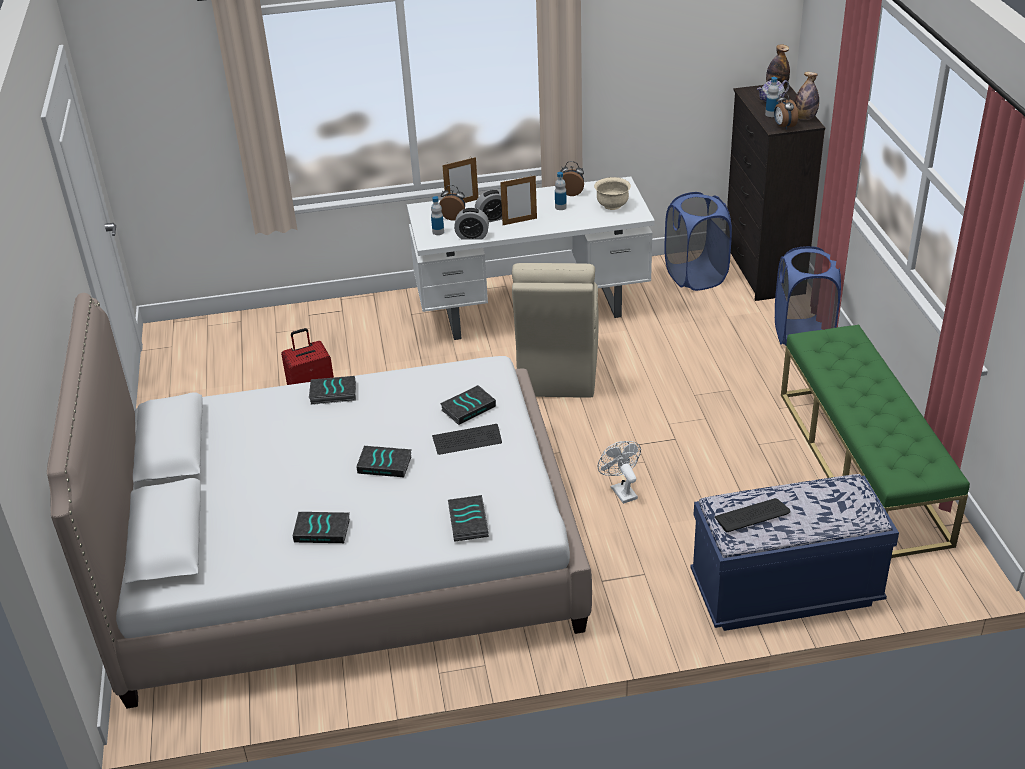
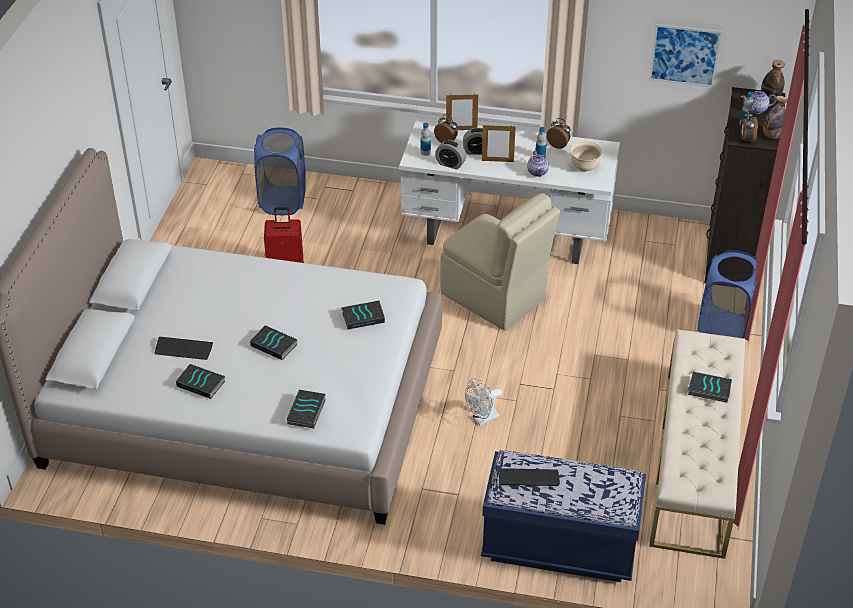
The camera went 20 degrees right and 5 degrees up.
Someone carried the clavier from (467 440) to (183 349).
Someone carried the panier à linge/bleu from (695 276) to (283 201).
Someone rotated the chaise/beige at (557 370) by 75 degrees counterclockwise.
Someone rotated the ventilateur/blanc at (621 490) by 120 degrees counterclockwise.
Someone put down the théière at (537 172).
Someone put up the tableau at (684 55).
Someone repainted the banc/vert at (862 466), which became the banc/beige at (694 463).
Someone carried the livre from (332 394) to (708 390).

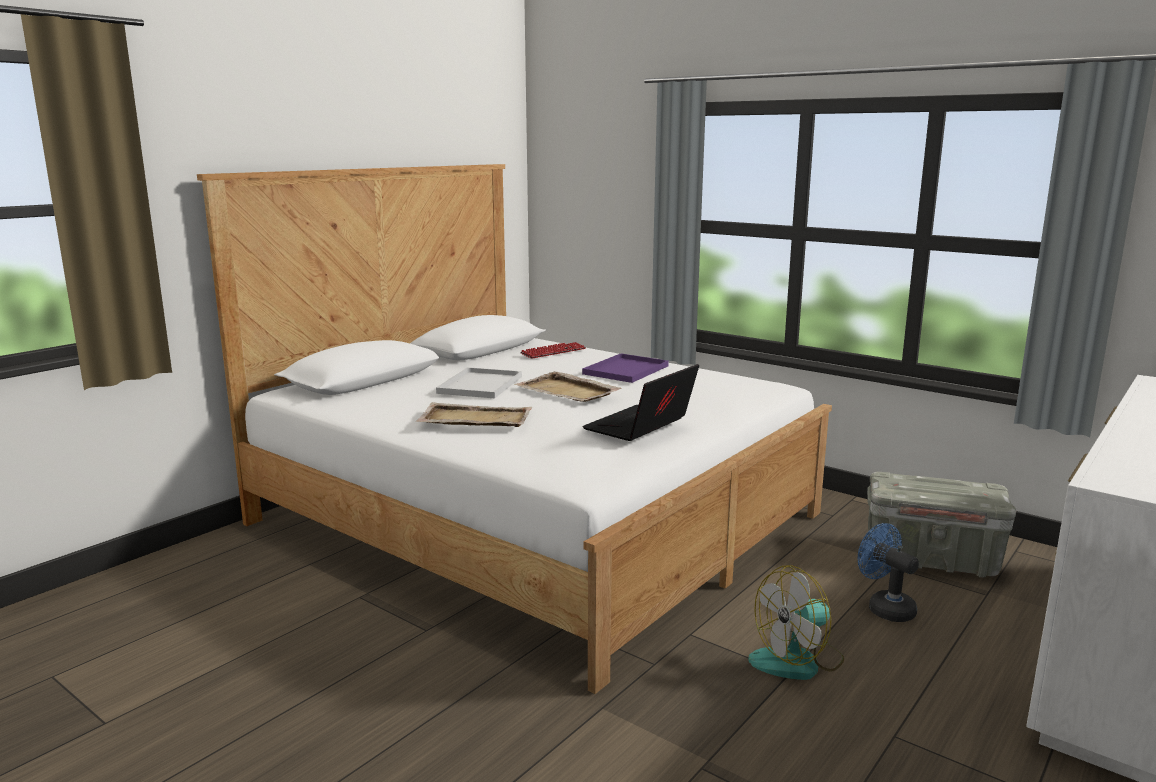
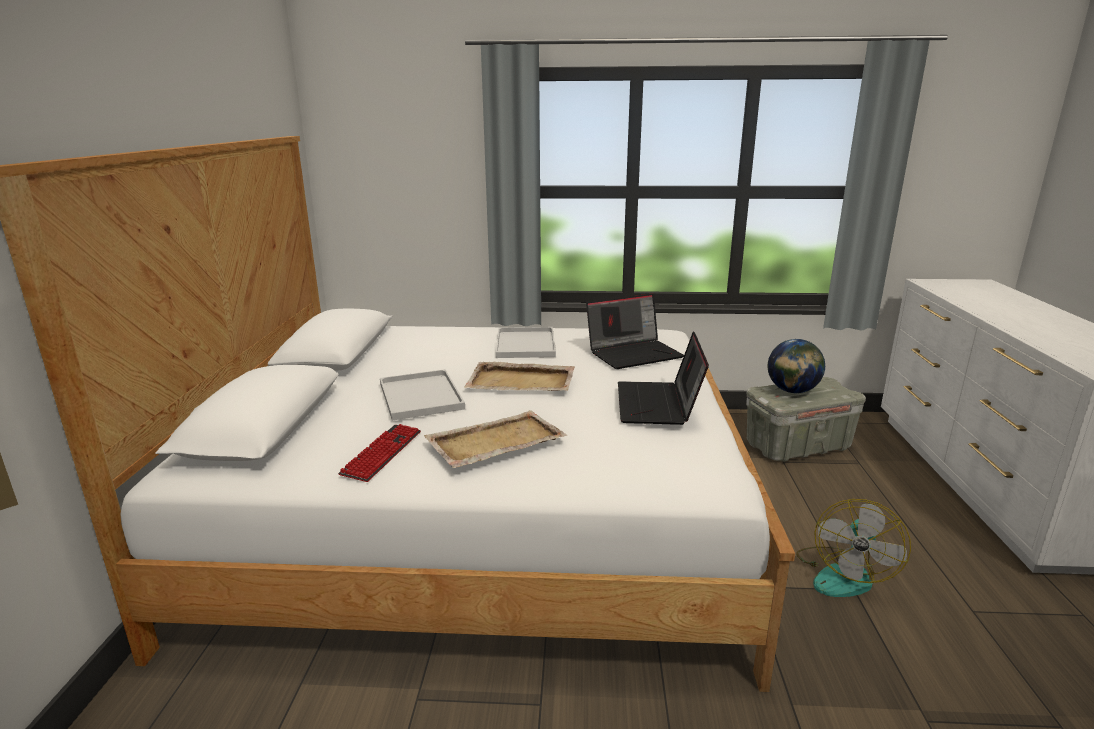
The camera went 35 degrees left and 5 degrees up.
Someone carried the clavier from (553 352) to (382 453).
Someone repainted the plateau/violet at (626 370), which became the plateau/blanc at (526 344).
Someone put down the ordinateur portable at (634 353).
Someone put down the globe at (792 391).
Someone took away the ventilateur/bleu at (885 607).

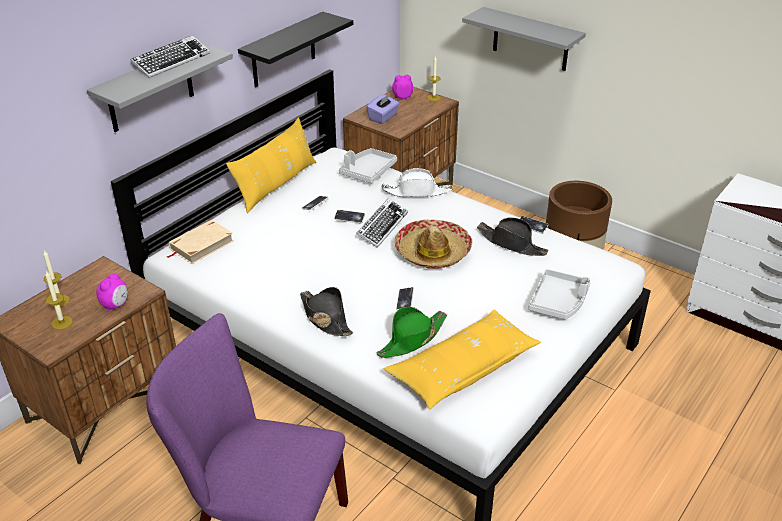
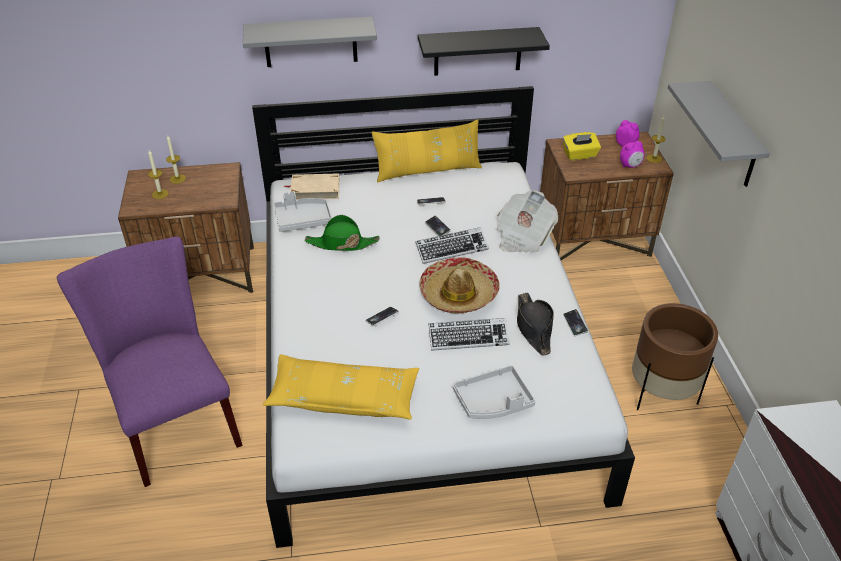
The camera went 45 degrees right and 5 degrees up.
Someone carried the plateau/gris from (368 172) to (303 220).
Someone carried the chapeau/vert from (412 339) to (342 243).
Someone carried the clavier from (171 61) to (468 337).
Someone swapped the chapeau/blanc at (417 192) for the journal at (523 236).
Someone repainted the boîte à mouchoirs/violet at (383 117), which became the boîte à mouchoirs/jaune at (580 155).
Someone carried the réveil from (116 305) to (630 166).
Someone took away the chapeau/noir at (325 318).

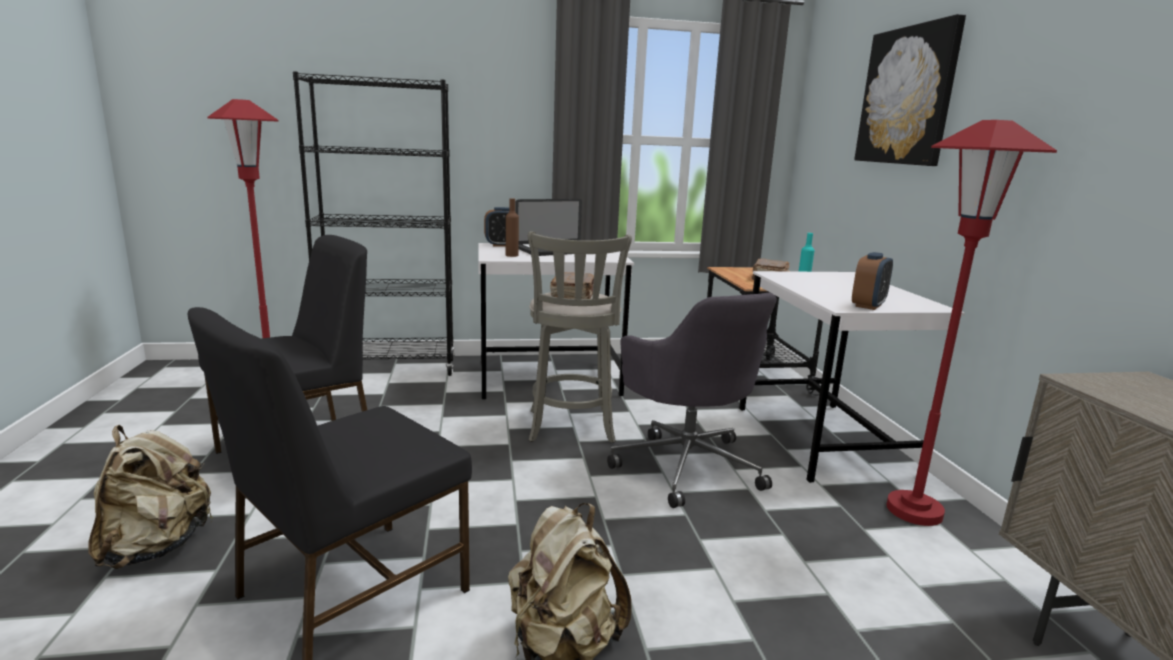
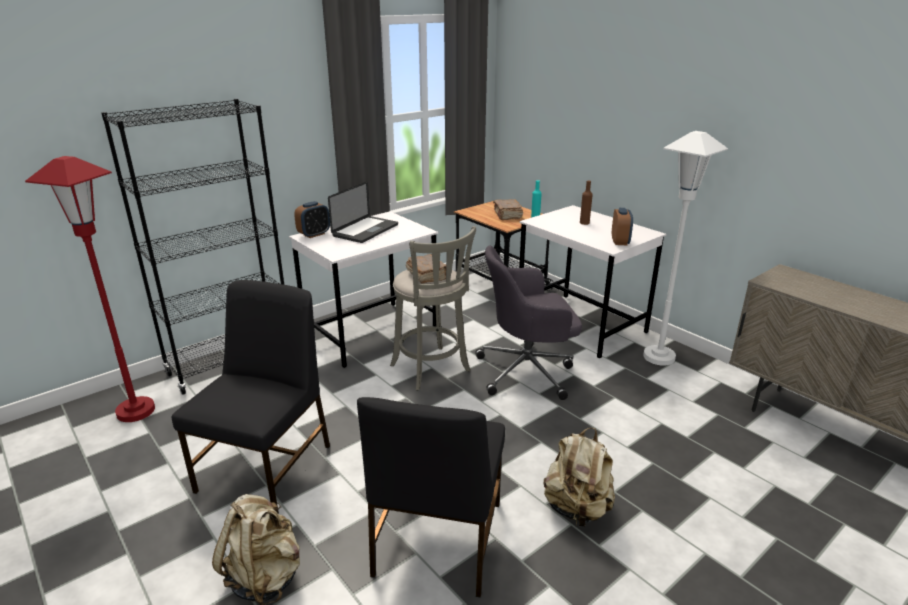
The camera went 30 degrees left and 10 degrees up.
Someone rotated the chaise de bureau/gris at (686 465) by 135 degrees clockwise.
Someone carried the bouteille/marron from (512 255) to (584 223).
Someone repainted the lampadaire/rouge at (914 511), which became the lampadaire/blanc at (659 357).
Someone took away the tableau at (907 96).

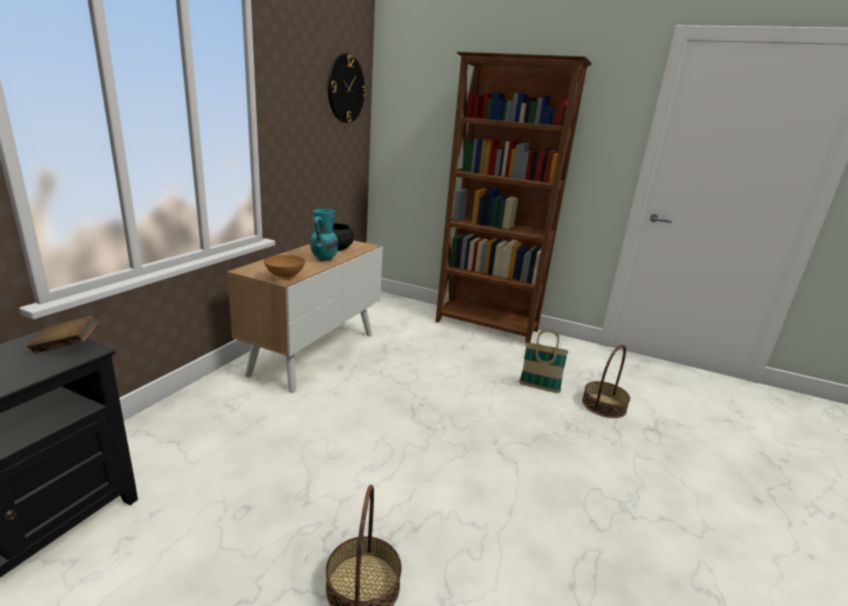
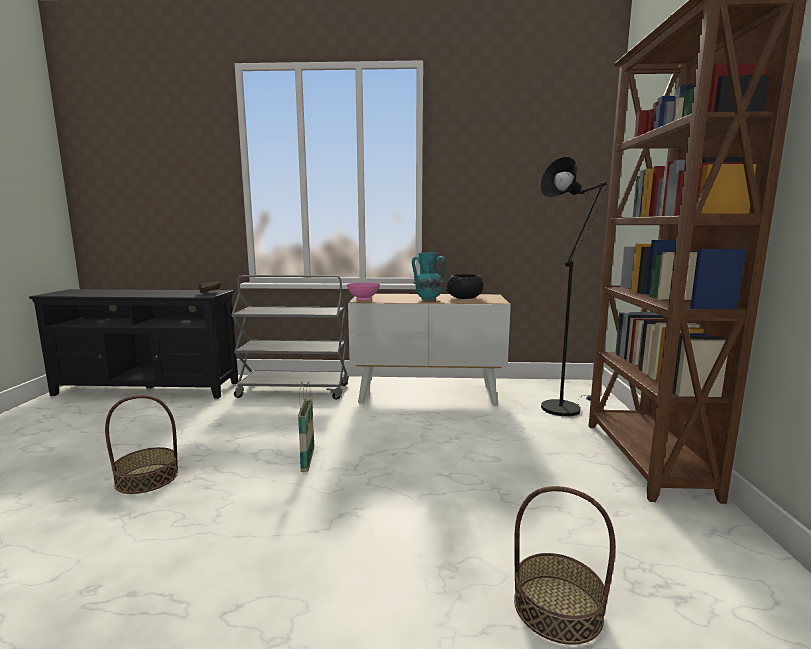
The camera went 70 degrees right and 10 degrees down.
Someone put down the chariot/gris at (295 391).
Someone carried the panier from (539 387) to (308 460).
Someone repainted the bol/marron at (285 278), which became the bol/rose at (364 300).
Someone put down the lampadaire/noir at (564 406).
Someone took away the horloge murale at (345 89).

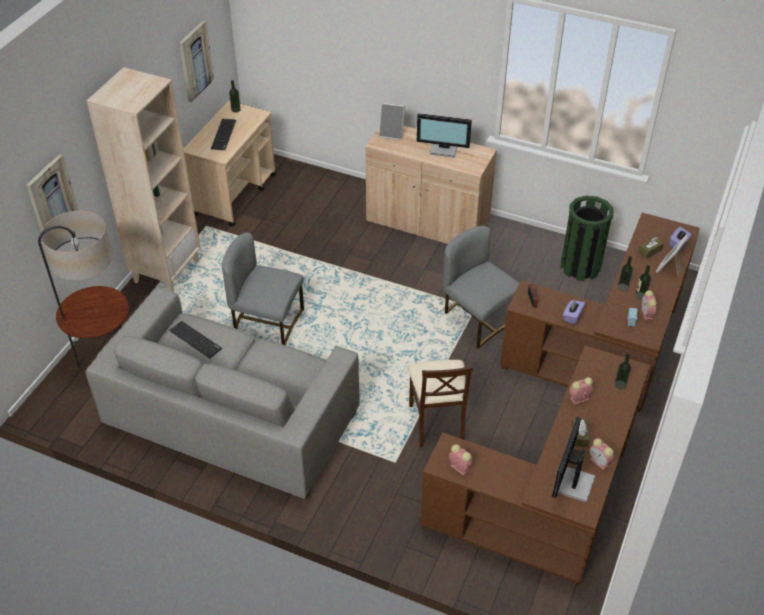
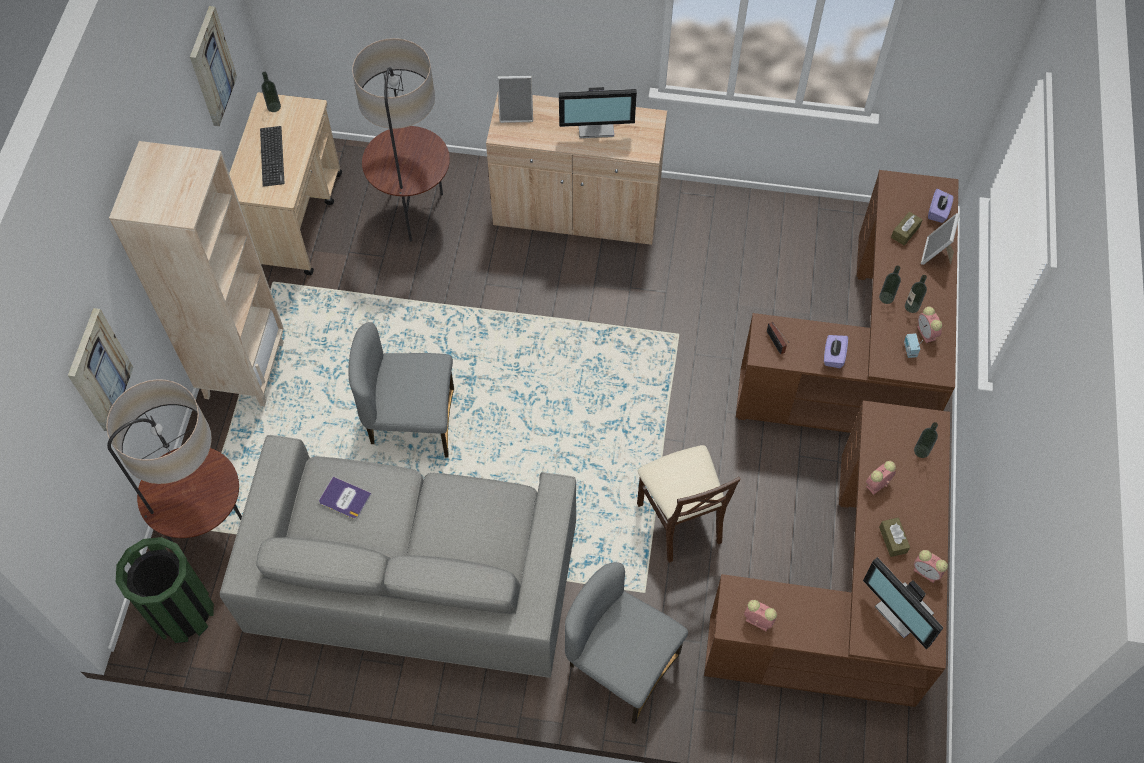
The camera went 15 degrees left and 15 degrees up.
Someone carried the poubelle/vert from (580 267) to (182 613).
Someone swapped the clavier at (195 340) for the livre at (344 498).
Someone put down the lampadaire at (414 213).
Someone carried the chaise/gris from (477 319) to (621 664).
Someone rotated the écran d'ordinateur at (572 484) by 45 degrees counterclockwise.

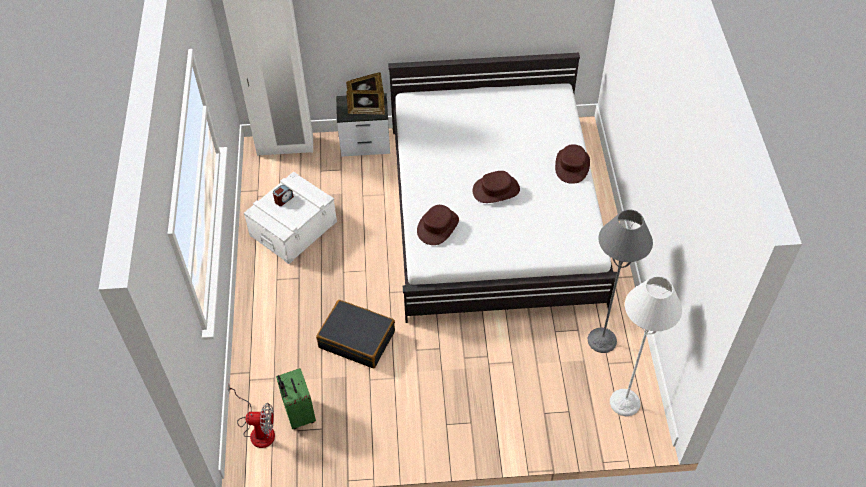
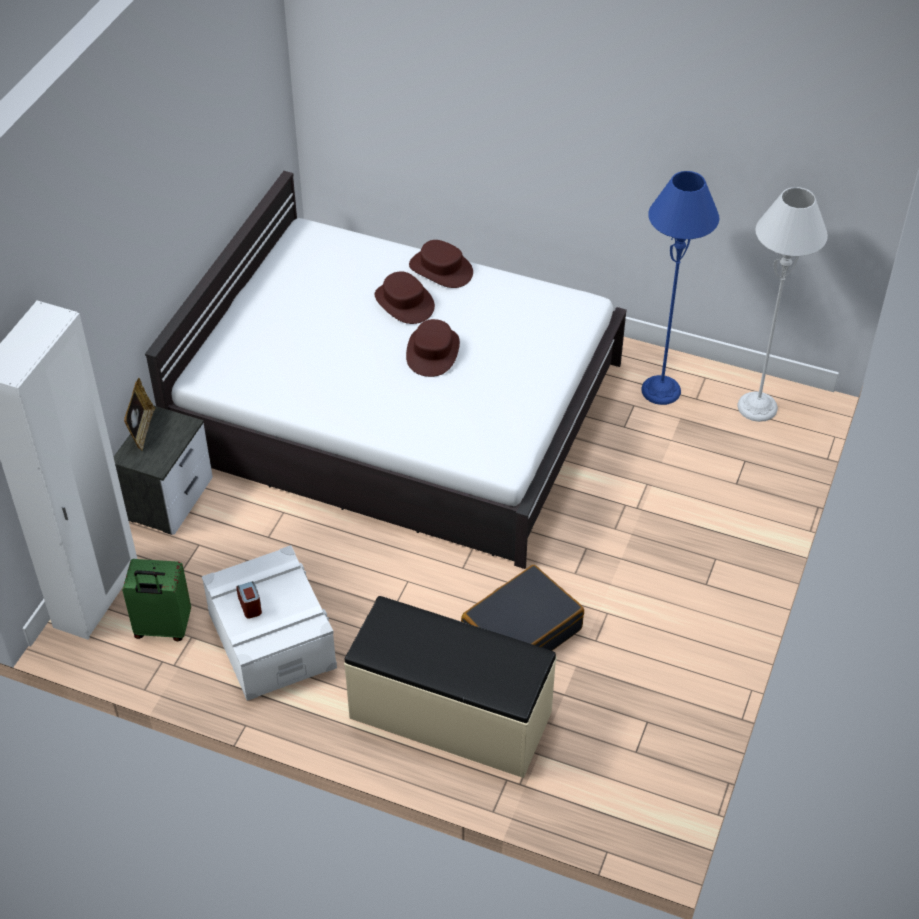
The camera went 65 degrees left and 5 degrees down.
Someone carried the valise/vert from (298 414) to (162 628).
Someone put down the banc/beige at (450 716).
Someone carried the chapeau/marron from (437 226) to (404 302).
Someone repainted the lampadaire/gris at (602 340), which became the lampadaire/bleu at (660 390).
Someone took away the ventilateur at (257 429).
Someone took away the cadre photo at (366 111).

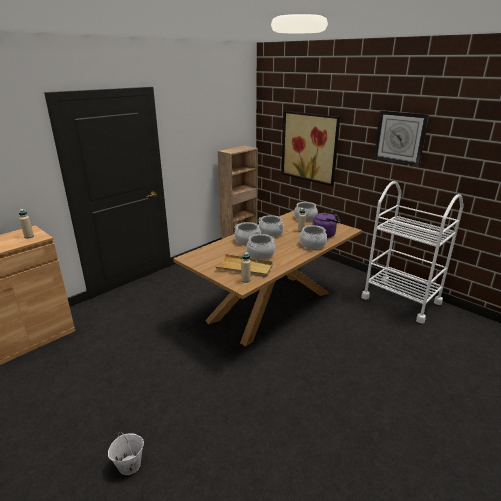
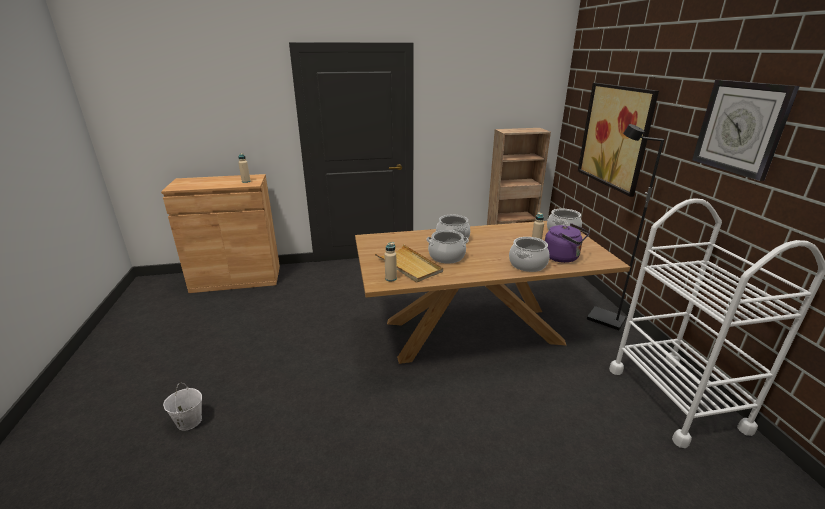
The camera went 35 degrees right and 0 degrees up.
Someone put down the lampadaire/noir at (605 320).
Someone took away the marmite at (270 233).

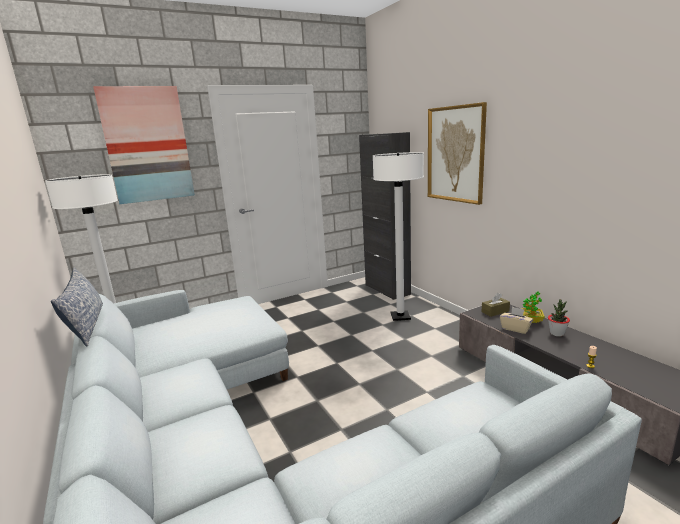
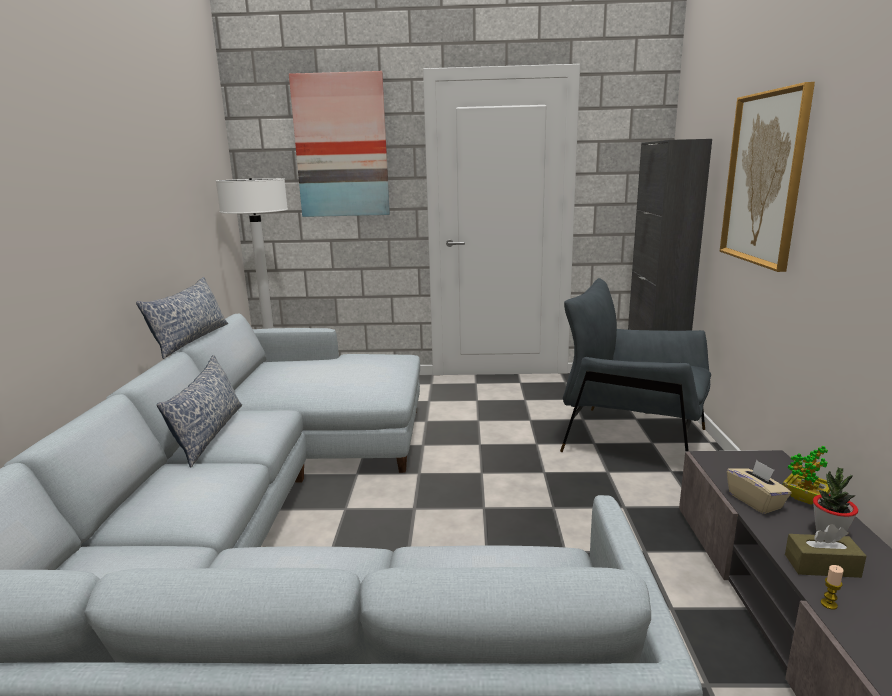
The camera went 30 degrees right and 0 degrees up.
Someone put down the coussin at (209 433).
Someone swapped the lampadaire/blanc at (400 316) for the fauteuil/gris at (632 440).
Someone carried the boîte à mouchoirs/marron from (495 311) to (822 566).

